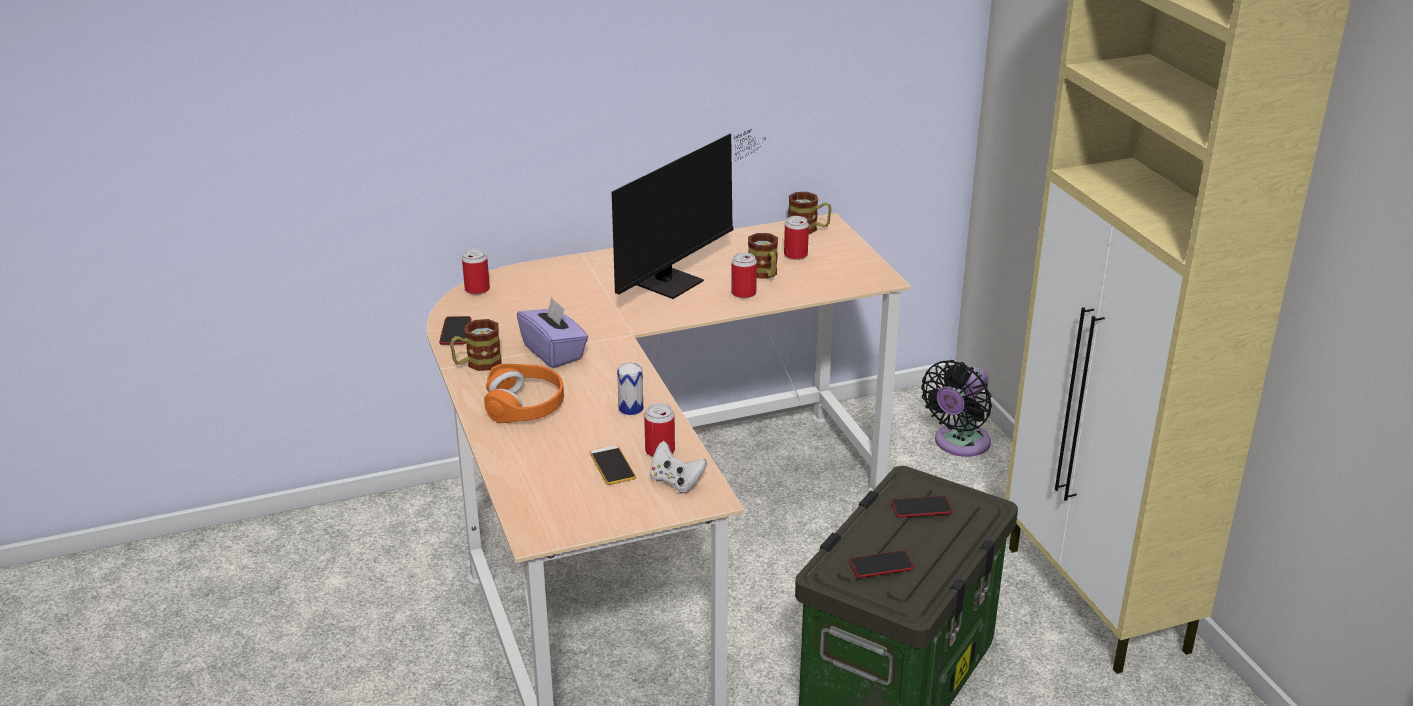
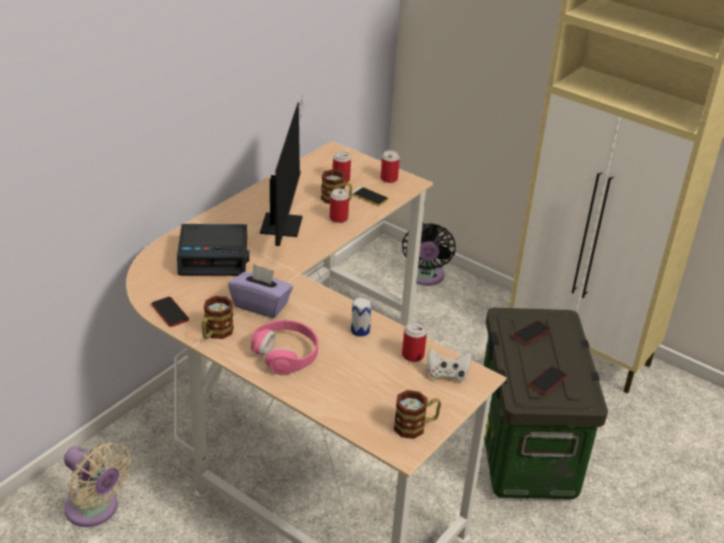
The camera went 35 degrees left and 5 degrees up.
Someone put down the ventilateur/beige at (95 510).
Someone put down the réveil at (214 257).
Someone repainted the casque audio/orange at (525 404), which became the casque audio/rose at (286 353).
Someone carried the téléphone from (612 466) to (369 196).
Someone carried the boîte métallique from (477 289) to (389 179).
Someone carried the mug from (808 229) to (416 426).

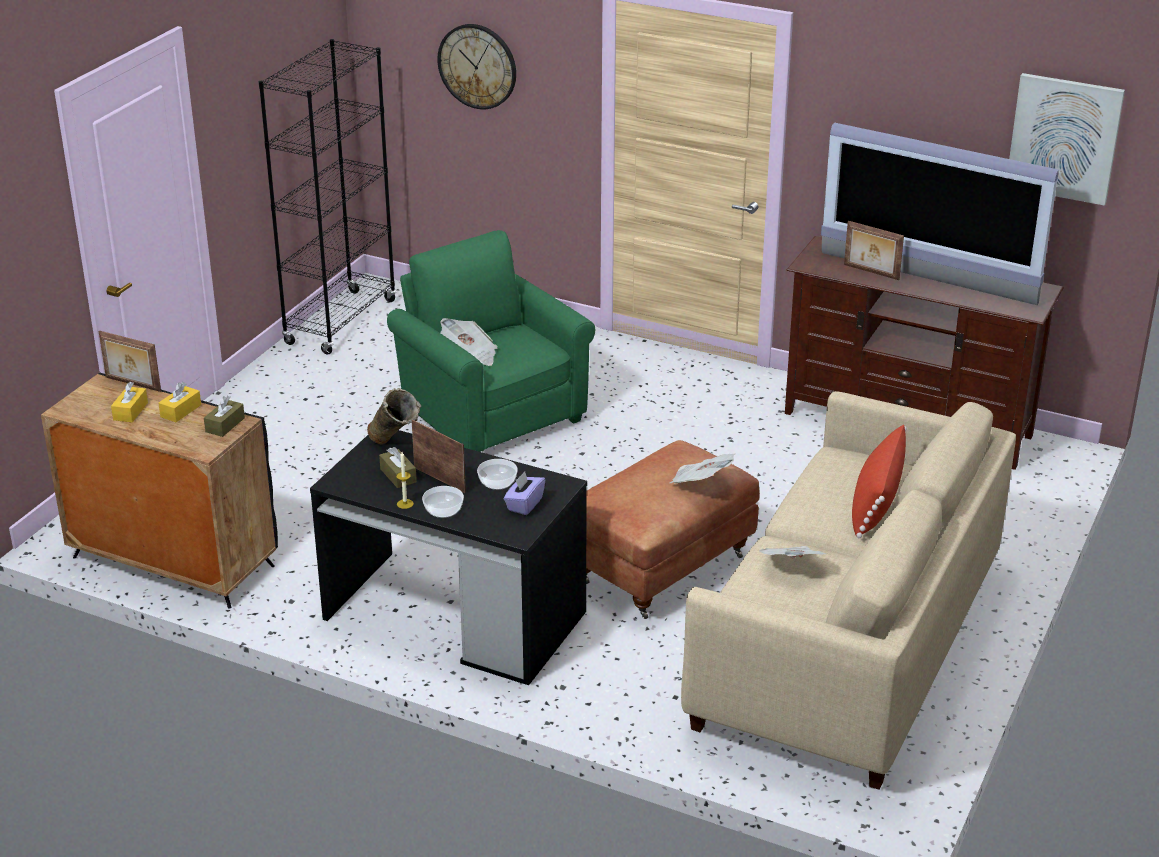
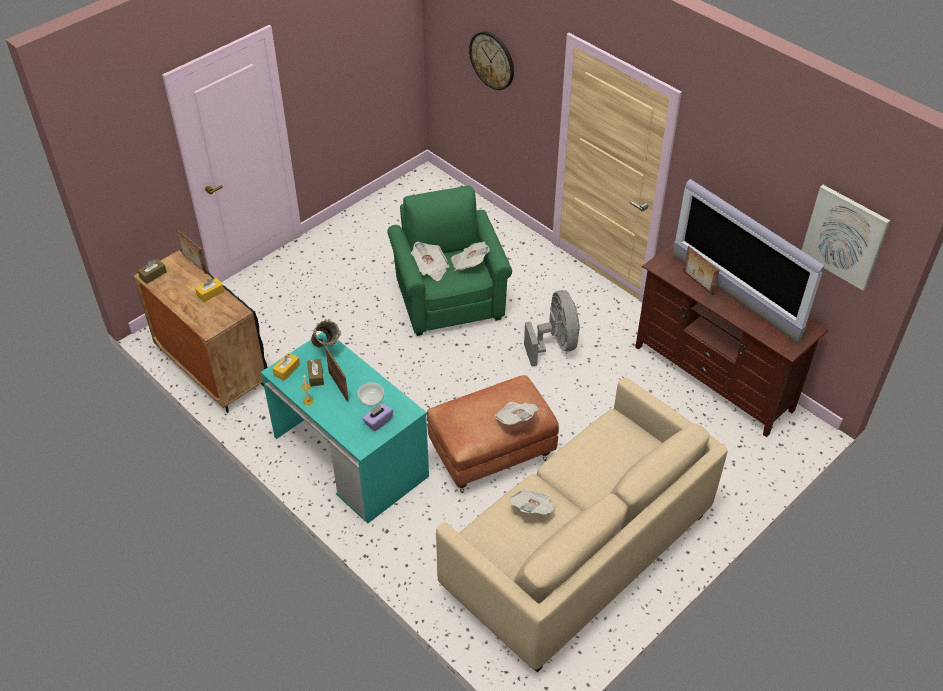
The camera went 20 degrees right and 15 degrees up.
Someone carried the boîte à mouchoirs/marron from (225 425) to (153 275).
Someone repainted the bureau/noir at (453 616), which became the bureau/turquoise at (349 456).
Someone carried the boîte à mouchoirs/jaune from (130 411) to (287 370).
Someone put down the journal at (469 263).
Someone put down the ventilateur/gris at (555 344).
Someone took away the bibliothèque/noir at (341 322).
Someone took away the bol at (444 510).
Someone took away the coussin/rouge at (876 503).

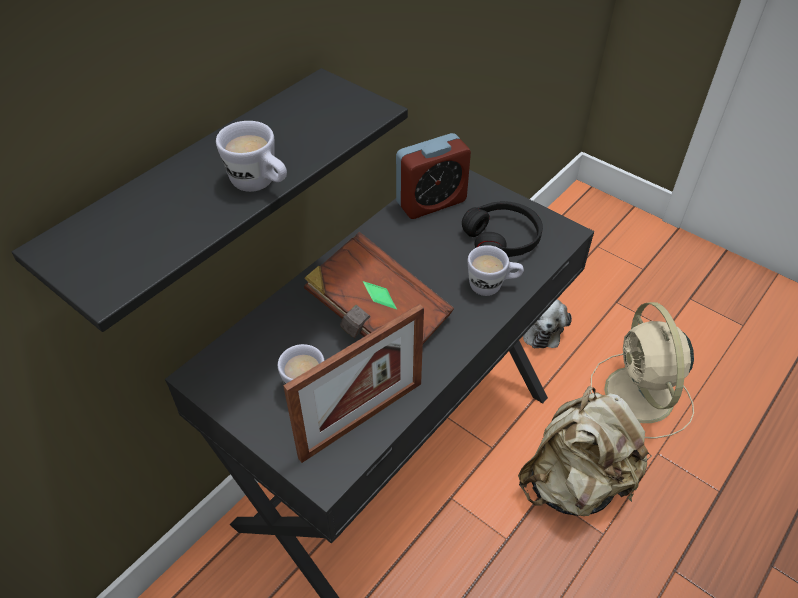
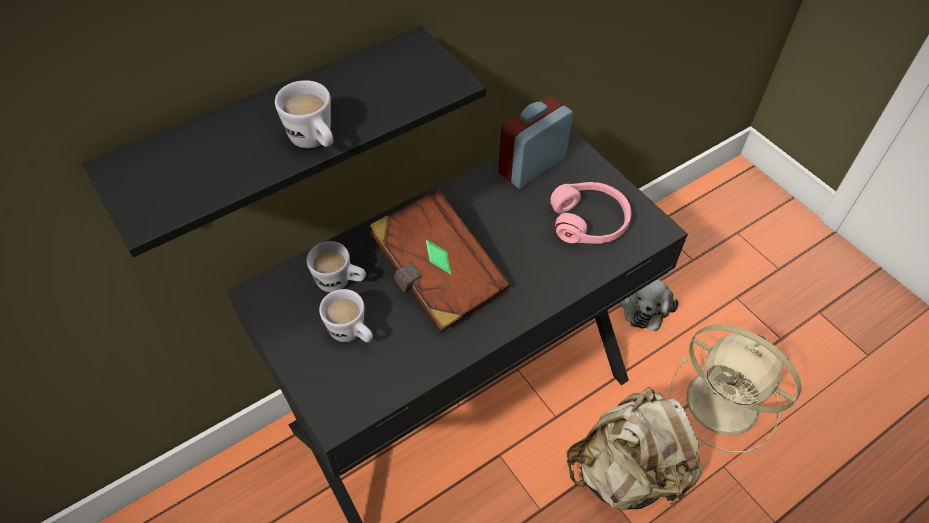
The camera went 15 degrees right and 5 degrees up.
Someone carried the mug/blanc from (492 286) to (340 283).
Someone rotated the réveil at (431 202) by 150 degrees clockwise.
Someone repainted the casque audio/noir at (502 238), which became the casque audio/rose at (589 221).
Someone rotated the ventilateur/beige at (640 397) by 60 degrees counterclockwise.
Someone took away the cadre photo at (362 419).

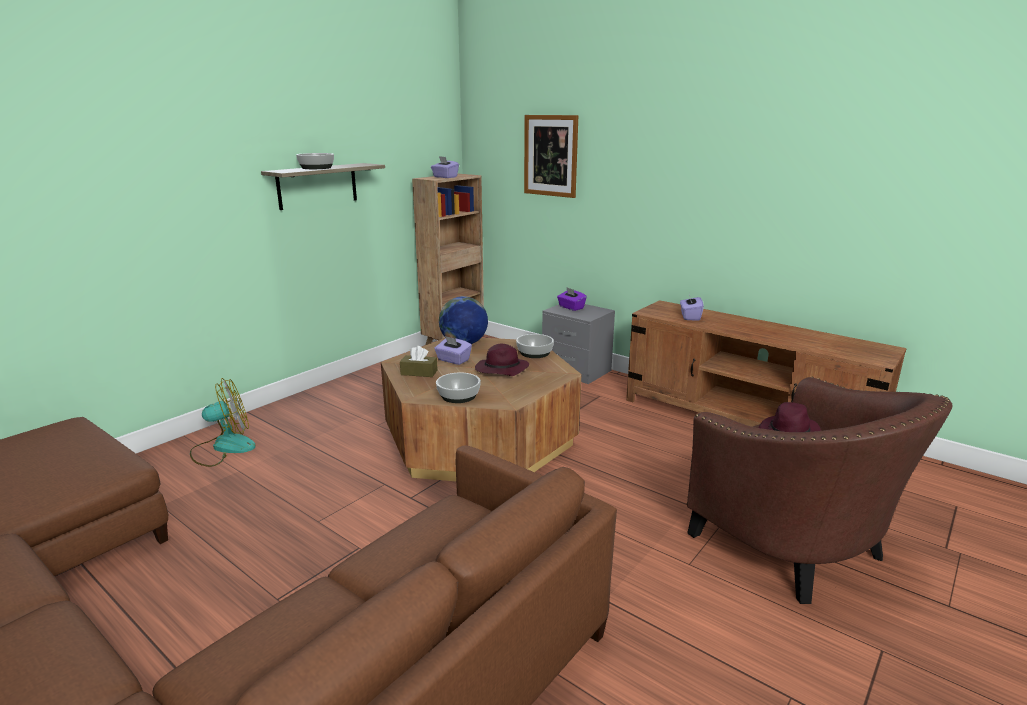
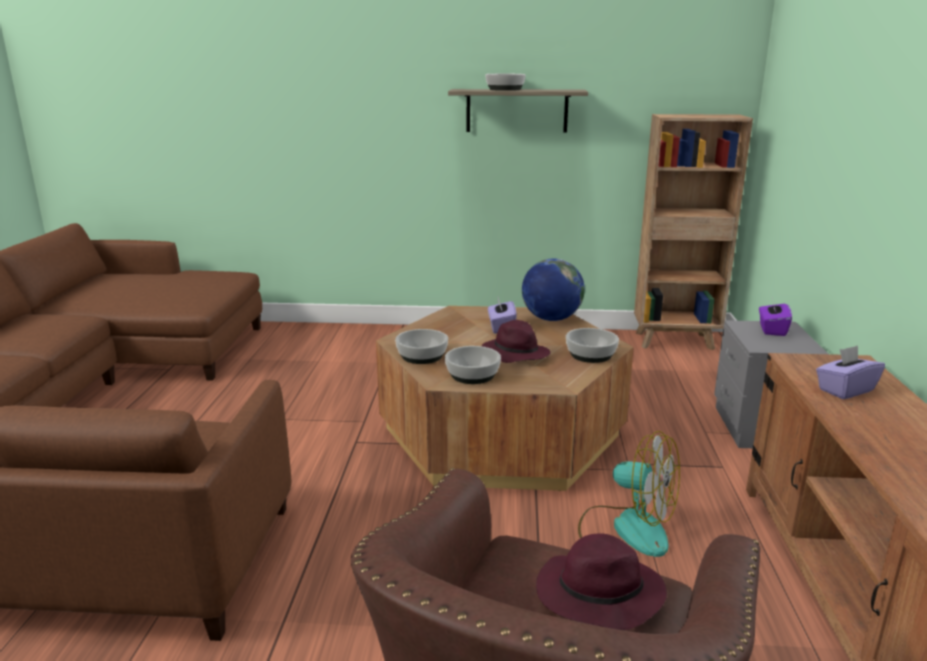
The camera went 55 degrees right and 0 degrees up.
Someone put down the bol at (472 375).
Someone carried the ventilateur from (223 447) to (626 529).
Someone took away the boîte à mouchoirs/marron at (419 372).
Someone took away the boîte à mouchoirs/violet at (445 177).
Someone took away the tableau at (550 156).

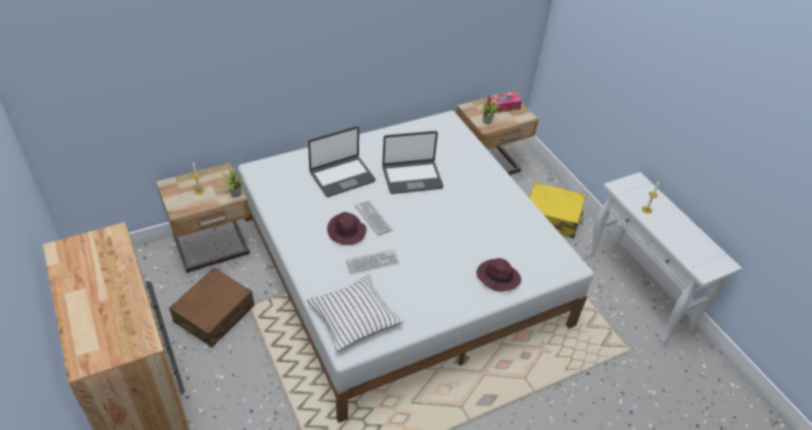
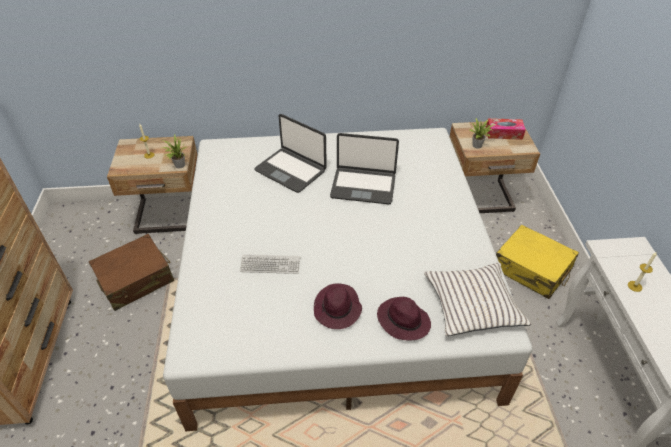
The camera went 25 degrees right and 0 degrees up.
Someone rotated the ordinateur portable at (342 176) by 45 degrees clockwise.
Someone carried the chapeau/violet from (346 232) to (337 309).
Someone carried the coussin/blanc from (354 317) to (472 304).
Someone took away the clavier at (373 218).

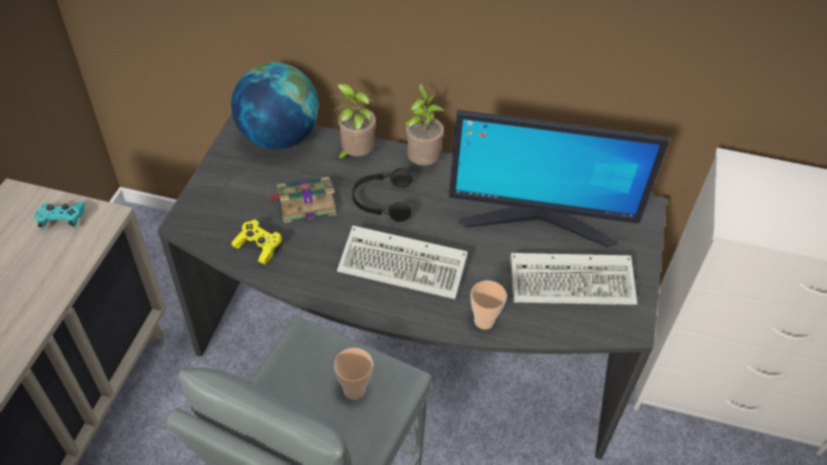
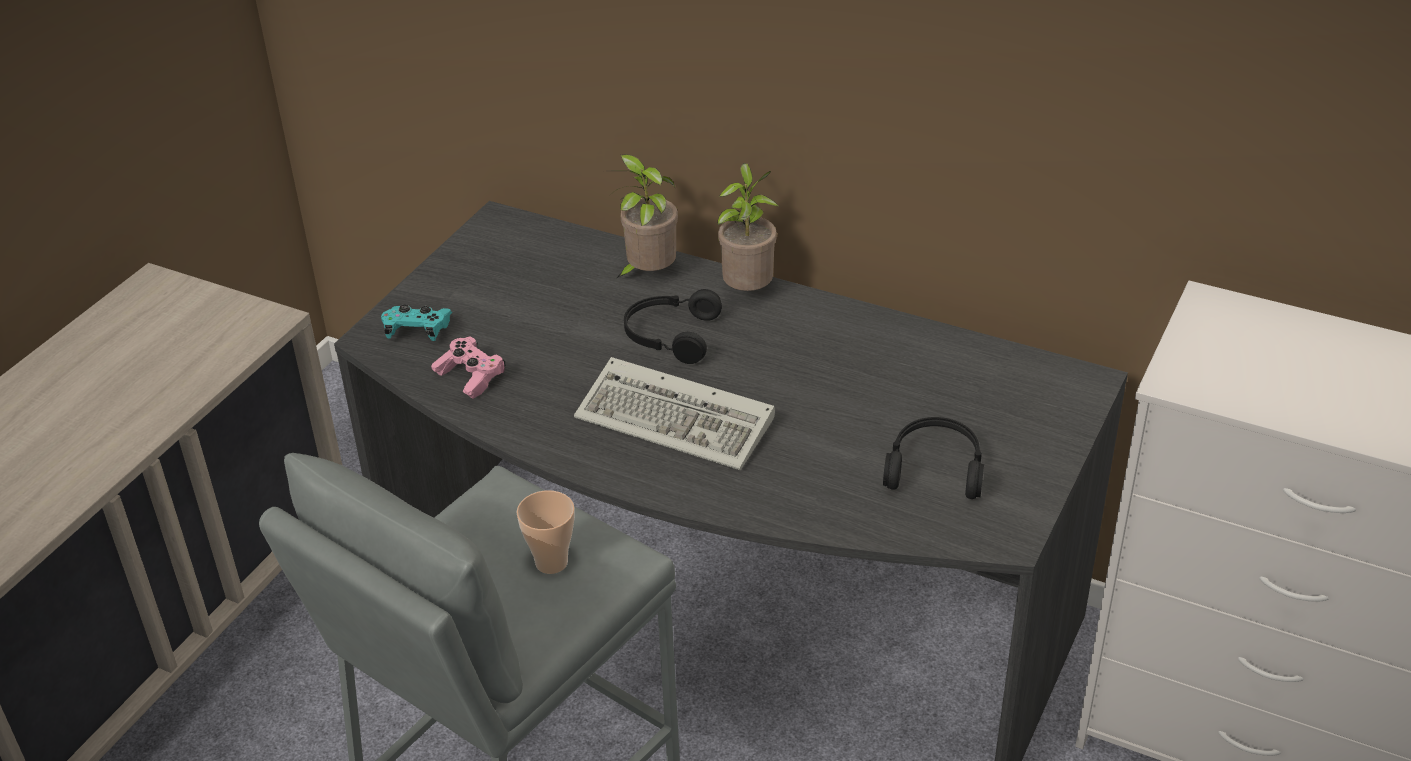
The camera went 15 degrees right and 10 degrees down.
Someone carried the manette/turquoise from (62 220) to (417 331).
Someone repainted the manette/jaune at (258 247), which became the manette/rose at (470 376).
Someone swapped the clavier at (574 282) for the casque audio/noir at (935 468).
Someone took away the globe at (278 138).
Someone took away the livre at (305 203).
Someone took away the écran d'ordinateur at (539 220).
Someone took away the tasse at (484 321).

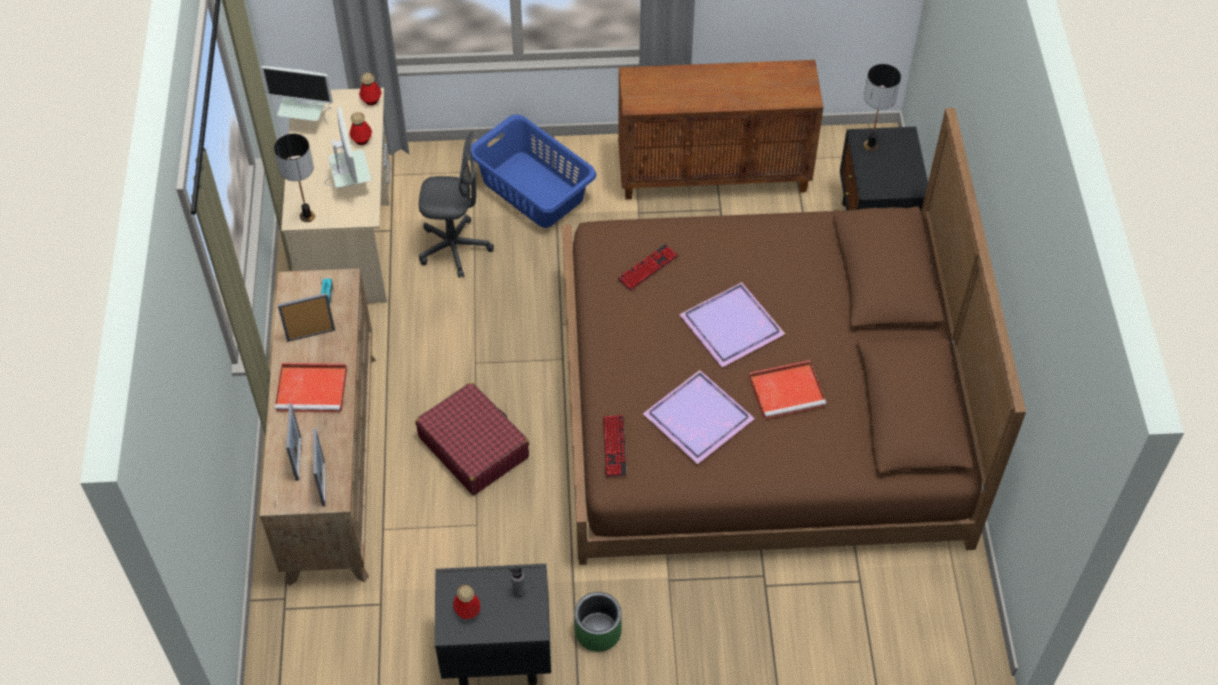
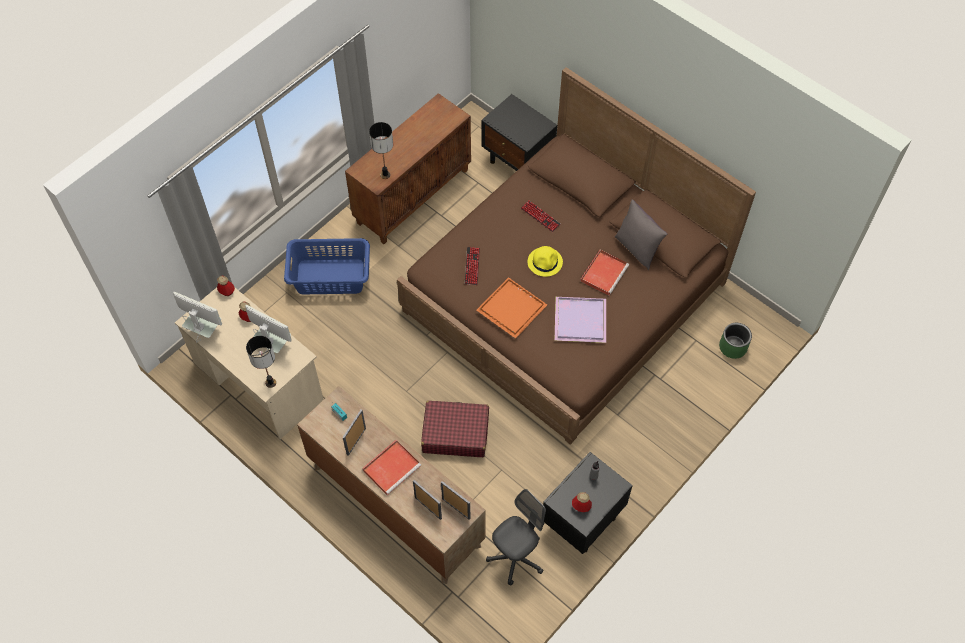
The camera went 45 degrees left and 5 degrees up.
Someone rotated the écran d'ordinateur at (306 120) by 120 degrees counterclockwise.
Someone carried the lampe de table from (871 146) to (385 175).
Someone put down the plateau/orange at (513 308).
Someone carried the chaise de bureau/gris from (454 248) to (516 557).
Someone carried the clavier from (614 446) to (540 216).
Someone swapped the plateau/violet at (733 326) for the chapeau/jaune at (545 262).
Someone put down the coussin/gris at (637 249).
Someone carried the cache-pot/vert from (597 631) to (732 347).

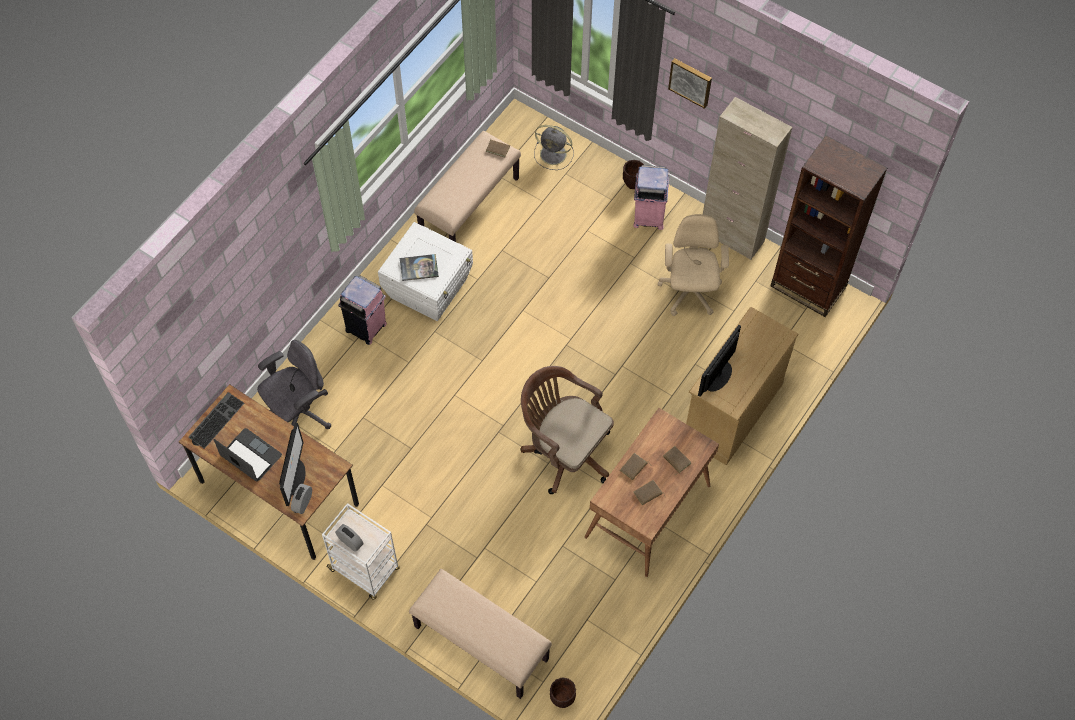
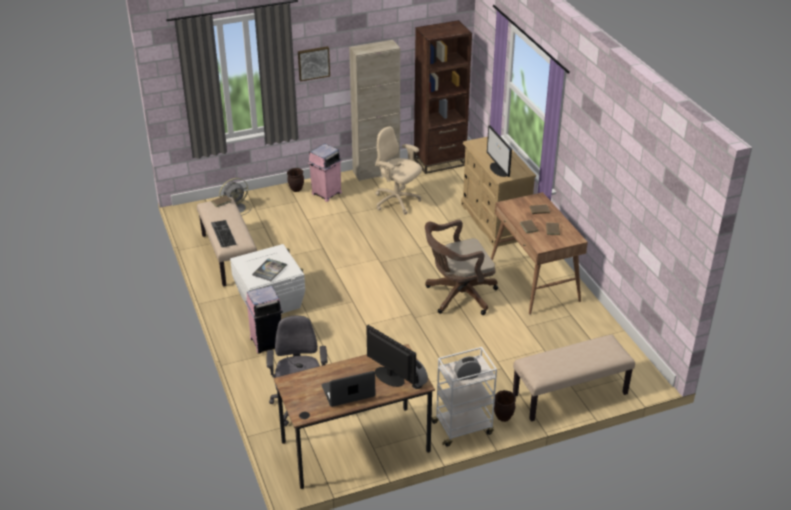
The camera went 55 degrees left and 25 degrees down.
Someone carried the clavier from (216 419) to (222 233).
Someone carried the cache-pot/marron from (562 699) to (503 417).

